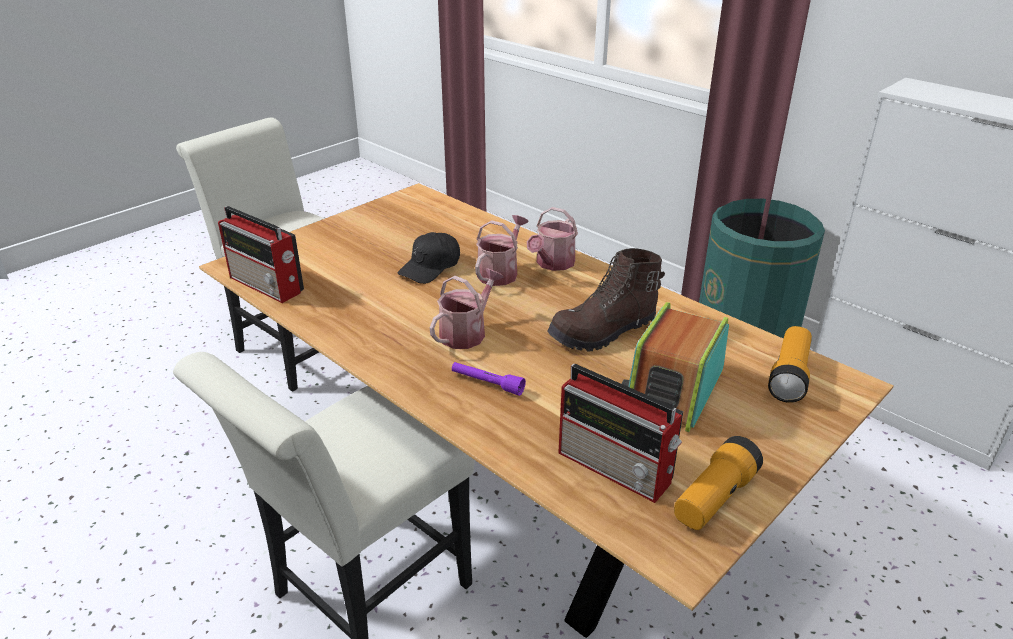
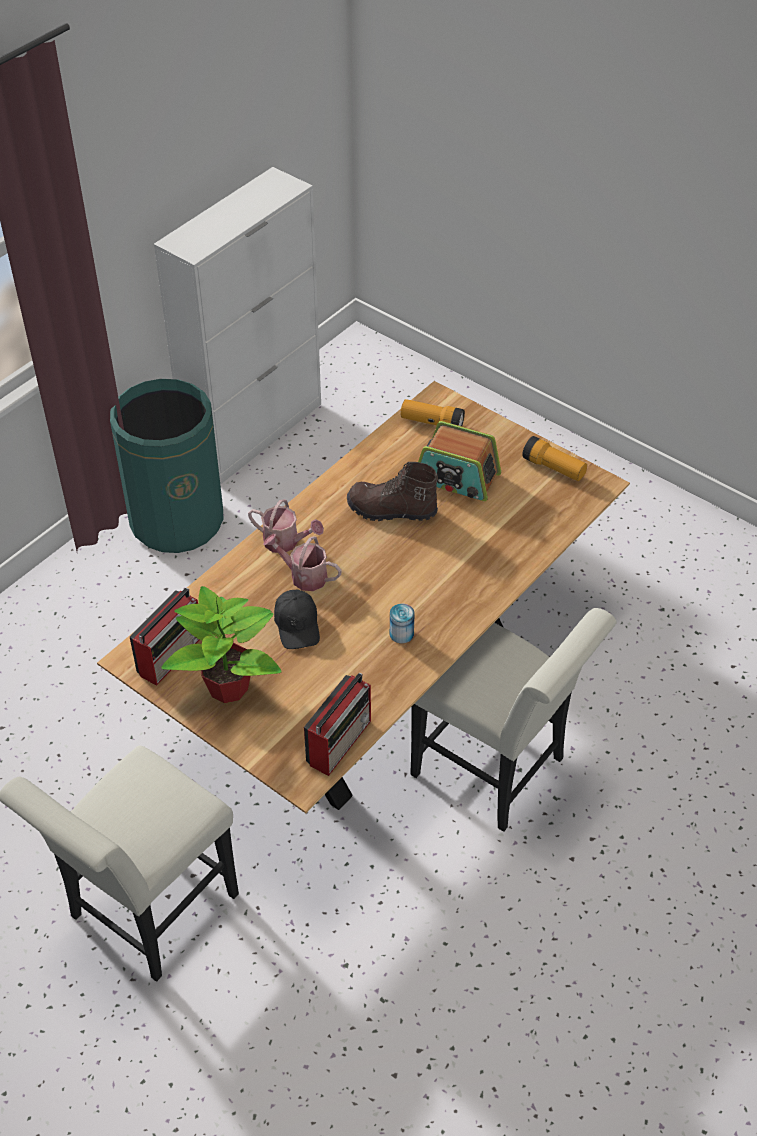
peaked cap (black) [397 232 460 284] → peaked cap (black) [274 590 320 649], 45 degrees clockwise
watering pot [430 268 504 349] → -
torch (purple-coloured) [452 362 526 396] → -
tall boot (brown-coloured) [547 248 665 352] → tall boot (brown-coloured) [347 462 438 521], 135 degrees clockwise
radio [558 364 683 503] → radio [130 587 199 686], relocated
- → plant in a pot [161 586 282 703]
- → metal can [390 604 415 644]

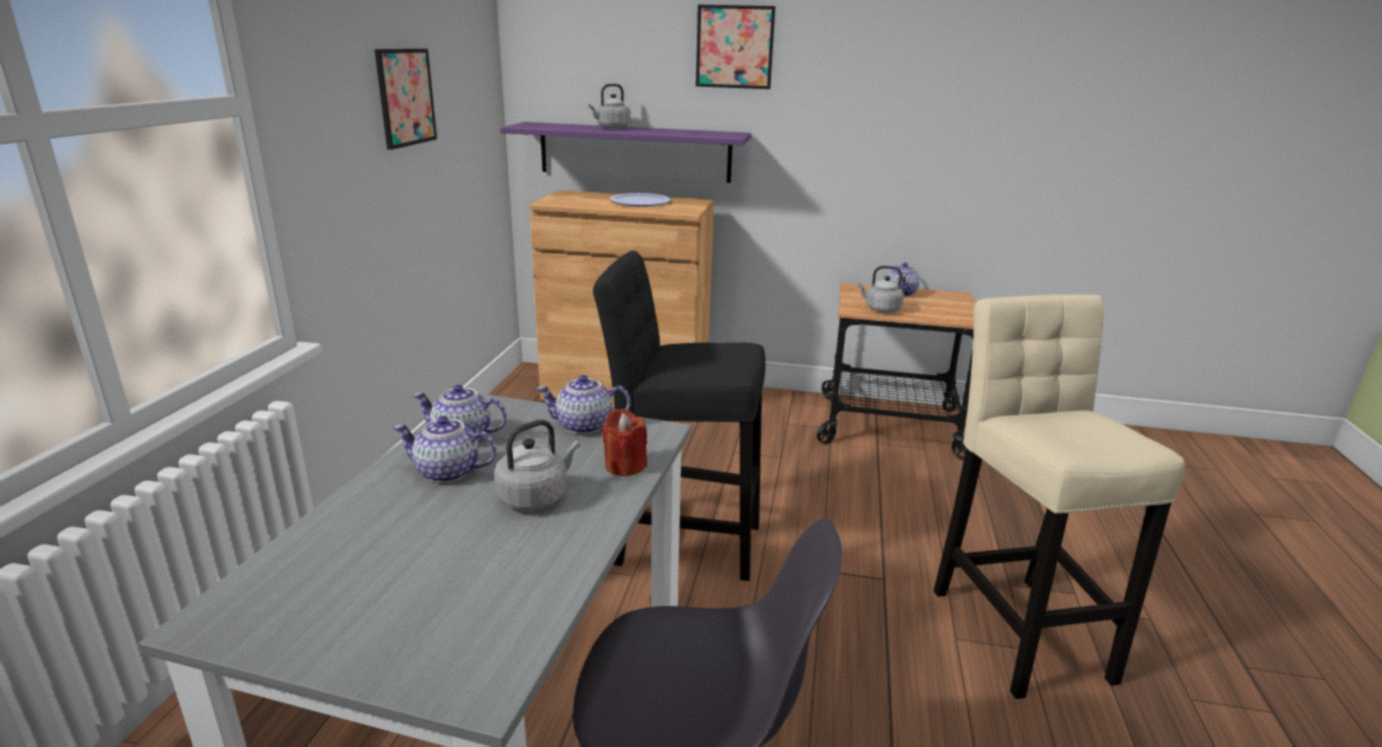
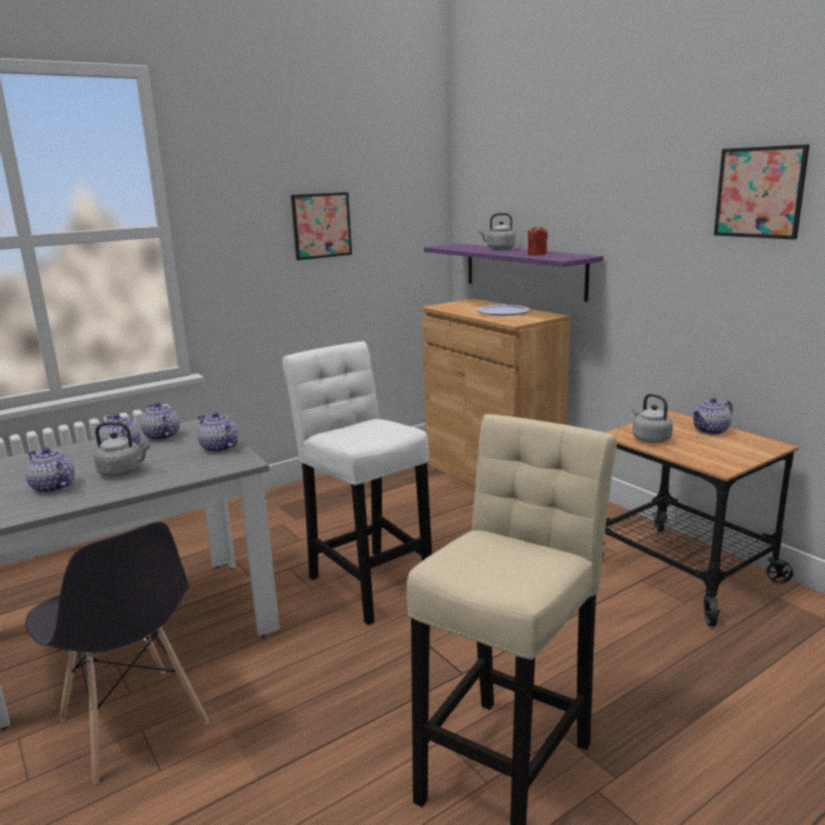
stool seat (black) [593 251 766 581] → stool seat (white) [282 341 432 625]
wax candle (reddish) [602 409 647 476] → wax candle (reddish) [528 225 548 255], relocated
wall picture [696 5 775 89] → wall picture [714 144 810 240], relocated
- → tea pot [25 447 74 494]

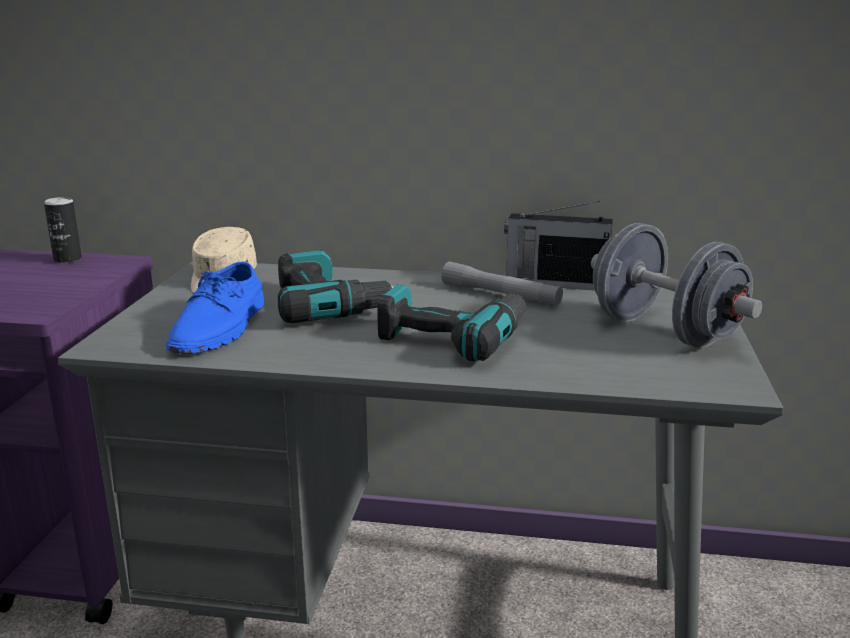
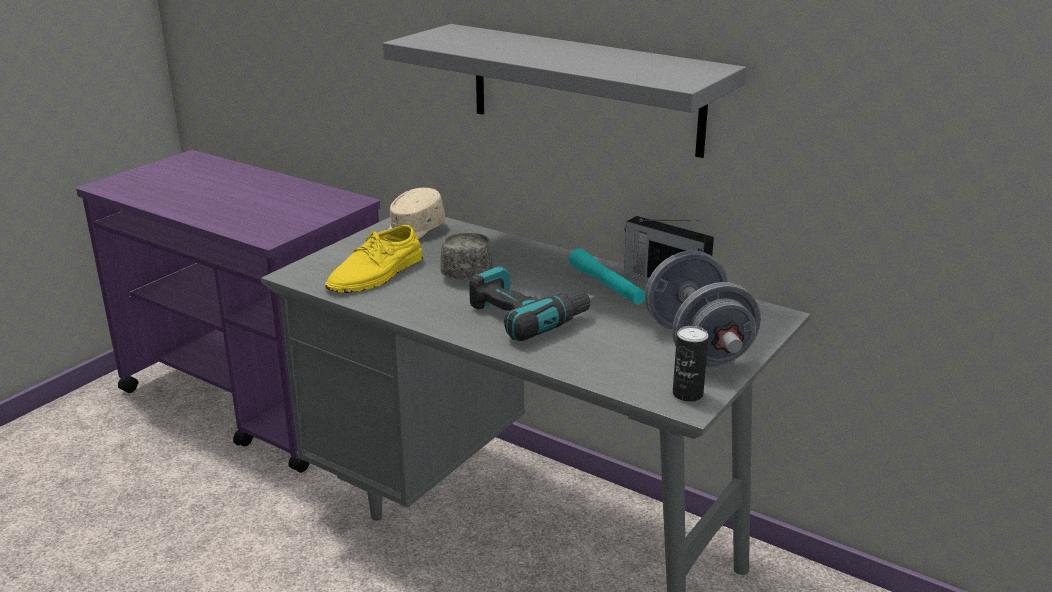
metal can [44 197 82 263] → metal can [673 326 709 402], relocated
shoe (bluish) [166 261 265 353] → shoe (yellow) [325 225 423 293]
power drill [278 250 393 323] → peaked cap (gray) [440 233 492 280]
torch (gray) [441 262 563 305] → torch (turquoise-coloured) [569 248 645 305]
- → bracket shelf (gray) [383 24 746 158]

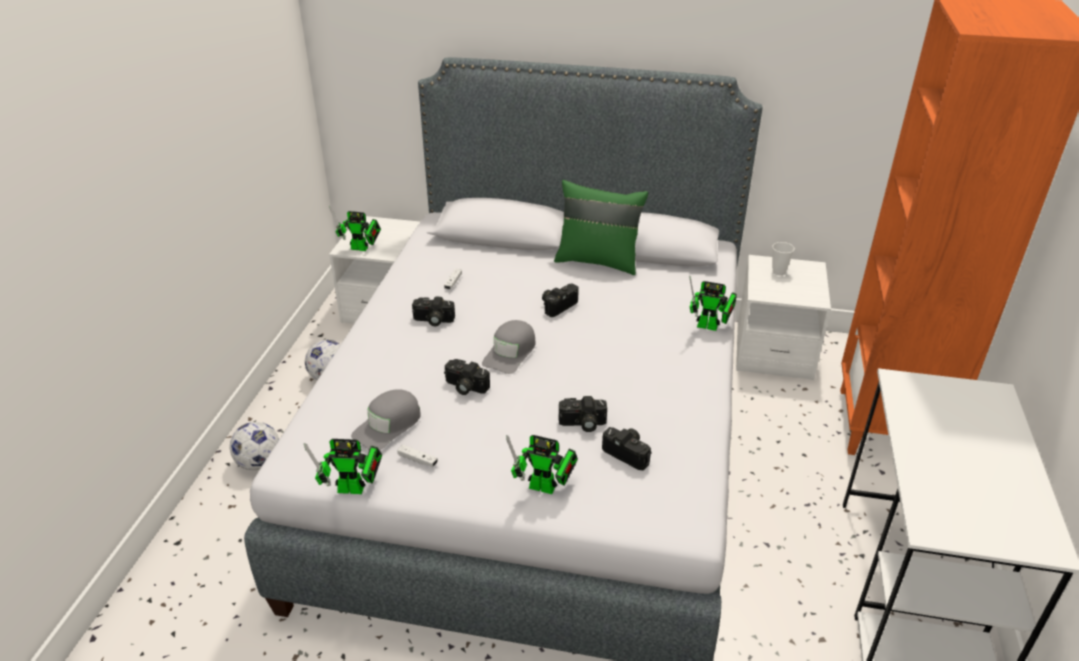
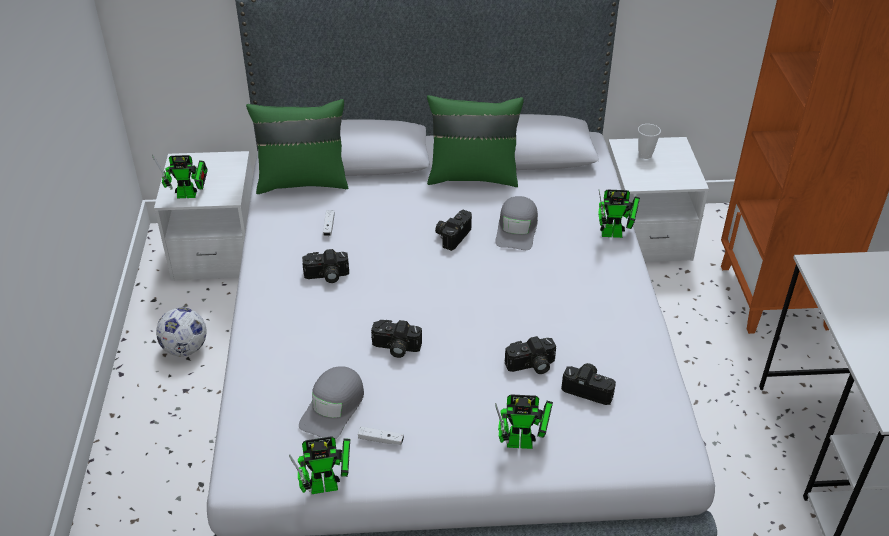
football [230 422 279 470] → -
peaked cap (gray) [482 320 536 374] → peaked cap (gray) [495 196 538 250], relocated
- → throw pillow (green) [246 99 348 194]

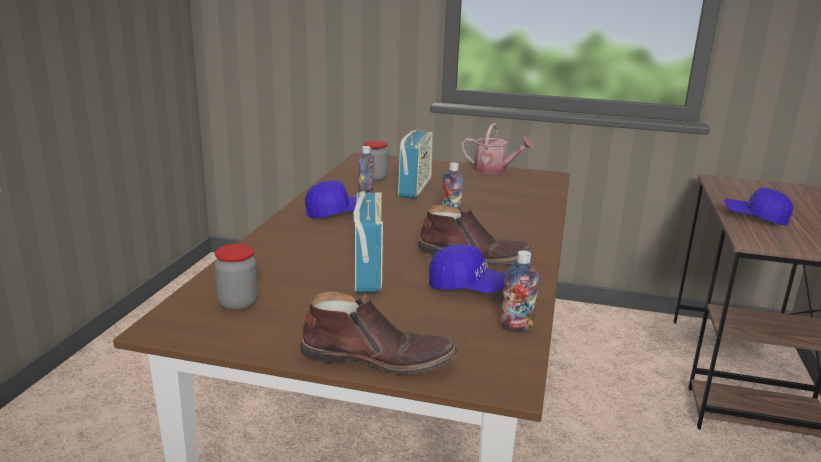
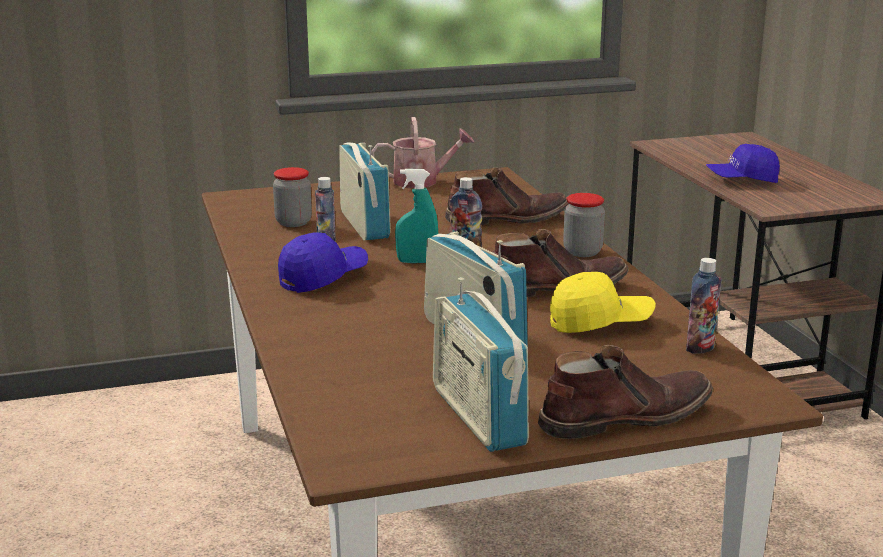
preserve jar [214 244 258 310] → preserve jar [563 193 605 257], relocated
peaked cap (bluish) [429 244 506 293] → peaked cap (yellow) [550 272 656 333]
- → hand sprayer (turquoise-coloured) [395 169 438 263]
- → radio [433 277 529 452]
- → tall boot (brown-coloured) [445 167 569 225]

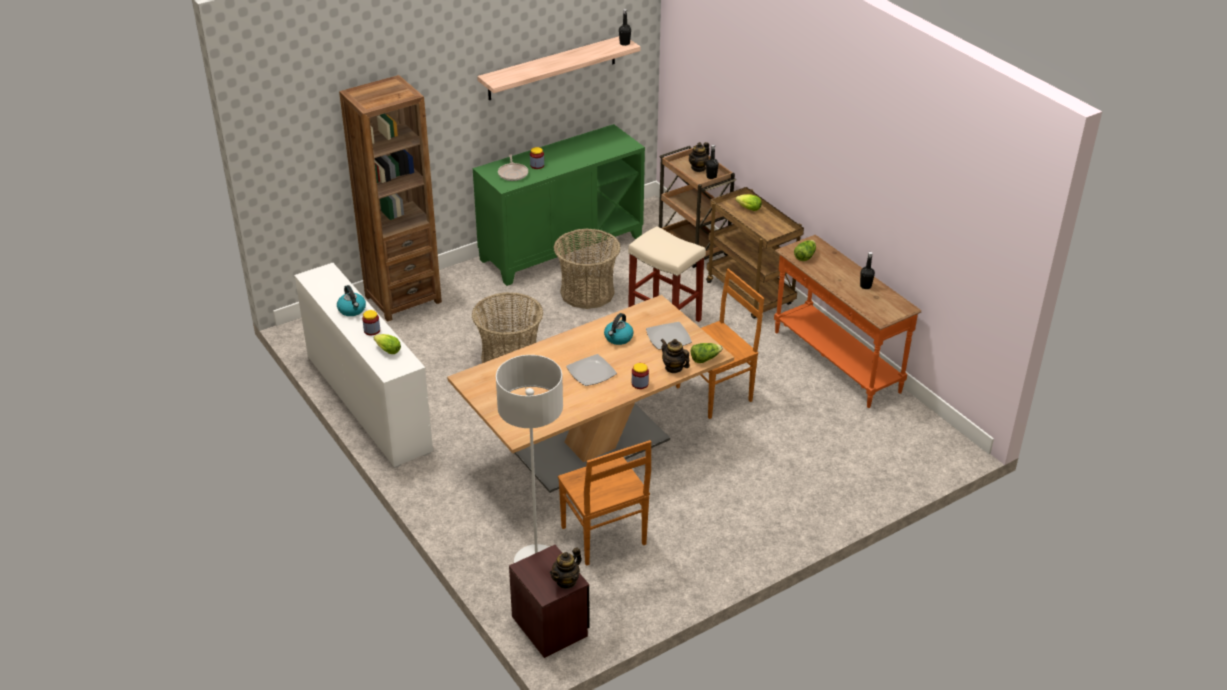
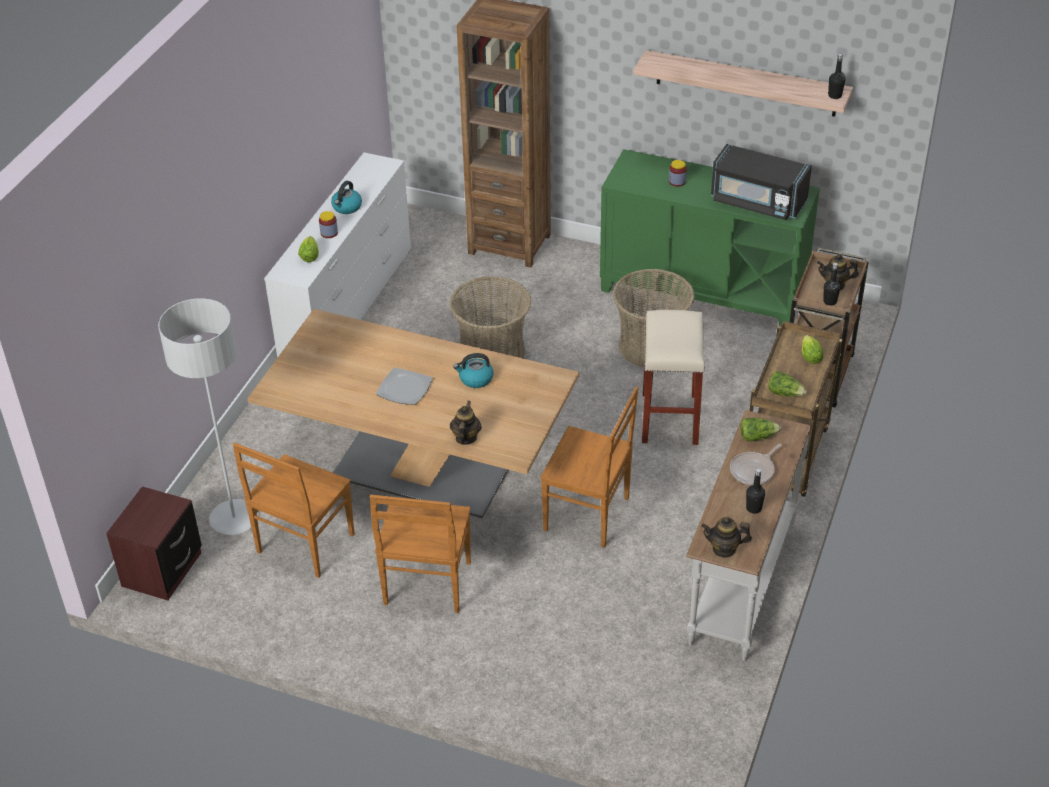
pan [498 154 528 181] → pan [730 443 782 485], relocated
tea pot [550 547 582 589] → tea pot [701 517 752 558], relocated
preserve jar [632 363 649 389] → -
flat dish [646 322 692 349] → -
head of lettuce [691 343 723 363] → head of lettuce [769 371 807 397], relocated
hall table (orange) [774 235 921 408] → hall table (white) [686 410 811 661]
- → plain chair (brown-coloured) [370 495 471 613]
- → microwave oven (black) [711 144 812 220]

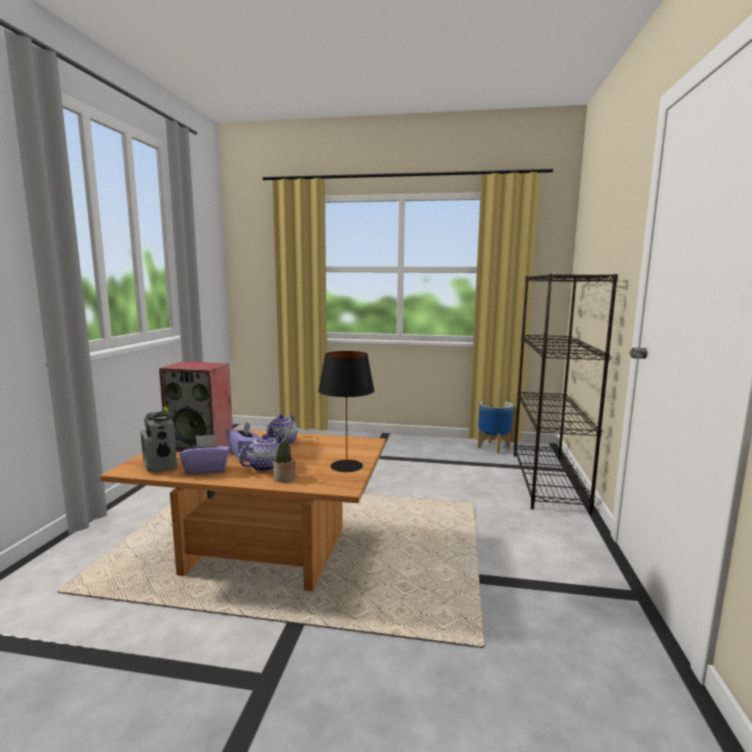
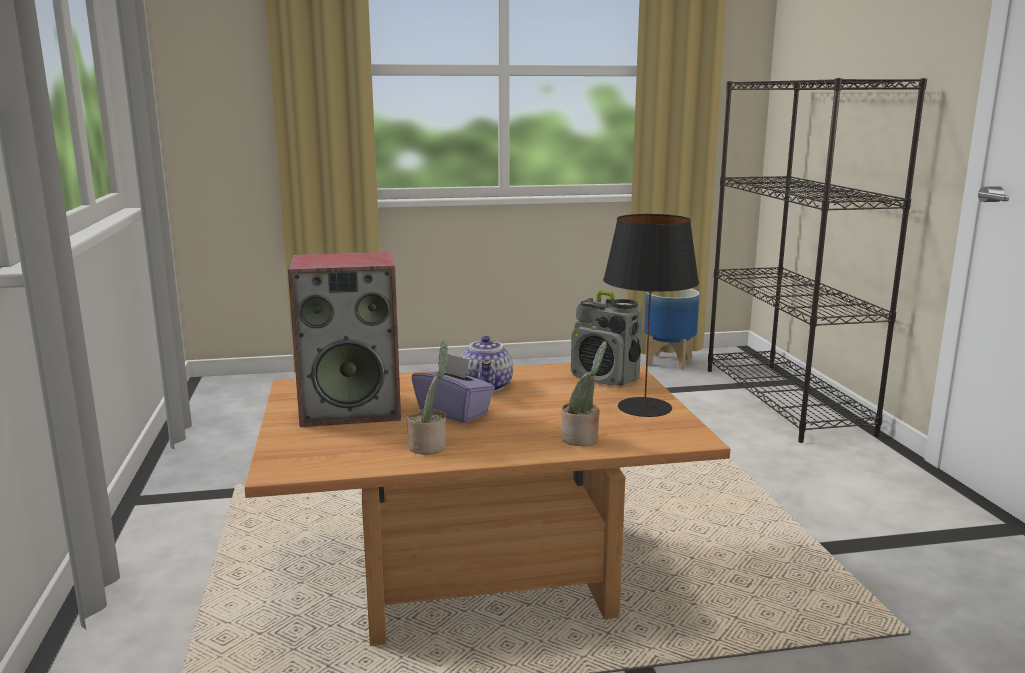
radio [140 407 177 472] → radio [571 290 642 386], relocated
tissue holder (purple-coloured) [179 435 230 475] → plant in a pot [407 341 448 455]
tea pot [238 434 289 471] → -

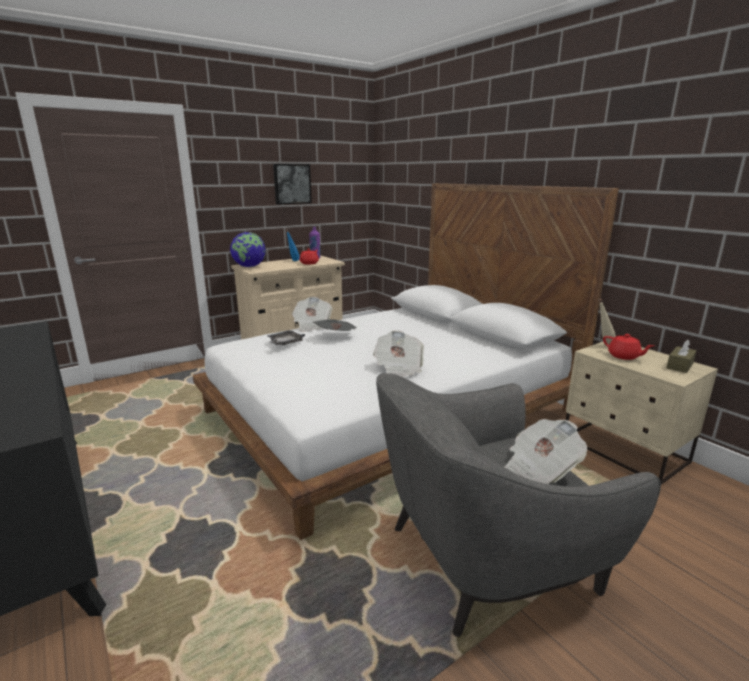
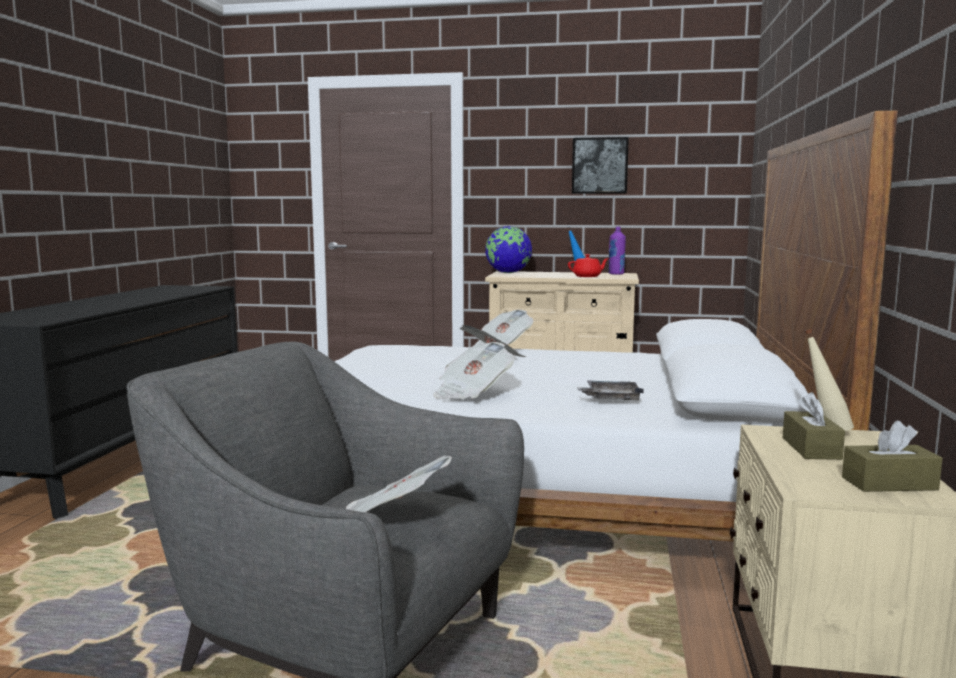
serving tray (gray) [266 330 305 346] → serving tray (gray) [577 381 644 400], relocated
tea pot (reddish) [603 334 654 360] → tissue holder (brown-coloured) [783 392 845 460]

